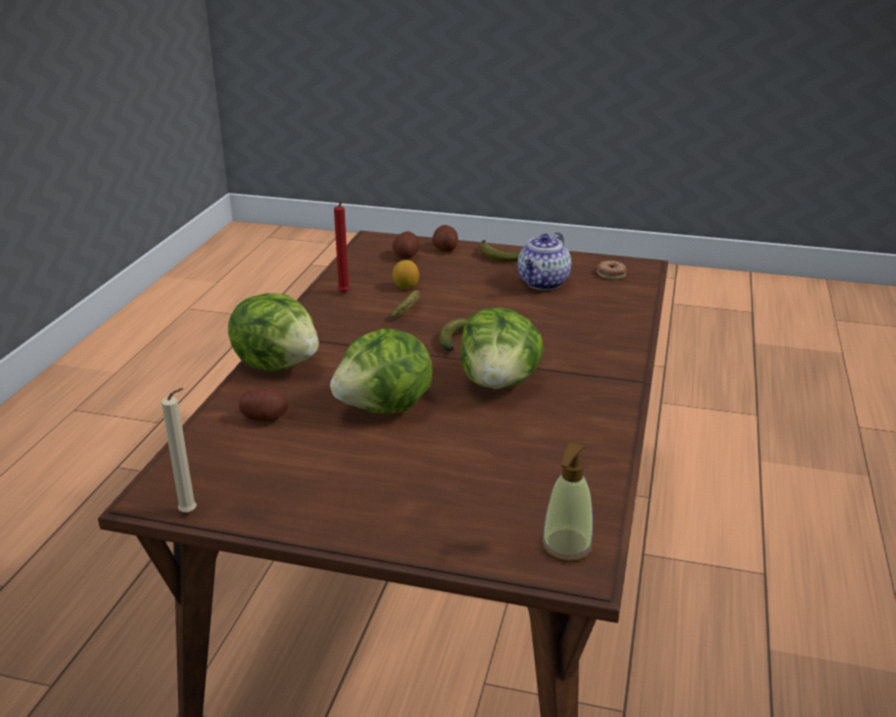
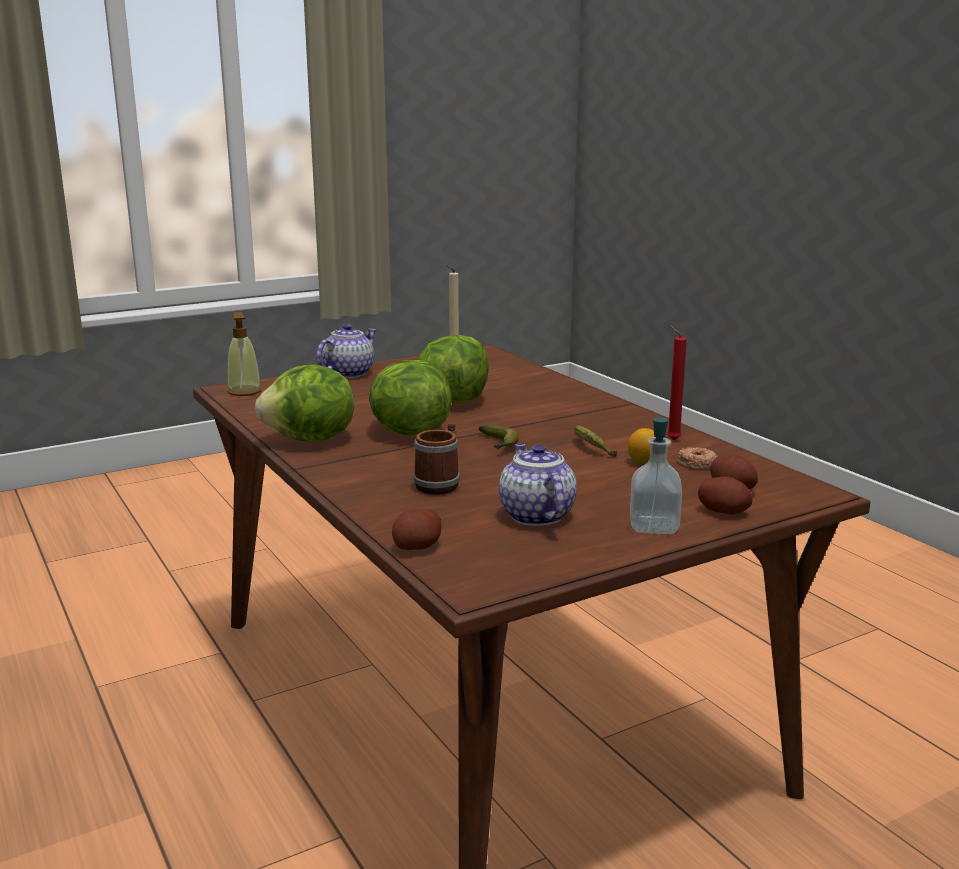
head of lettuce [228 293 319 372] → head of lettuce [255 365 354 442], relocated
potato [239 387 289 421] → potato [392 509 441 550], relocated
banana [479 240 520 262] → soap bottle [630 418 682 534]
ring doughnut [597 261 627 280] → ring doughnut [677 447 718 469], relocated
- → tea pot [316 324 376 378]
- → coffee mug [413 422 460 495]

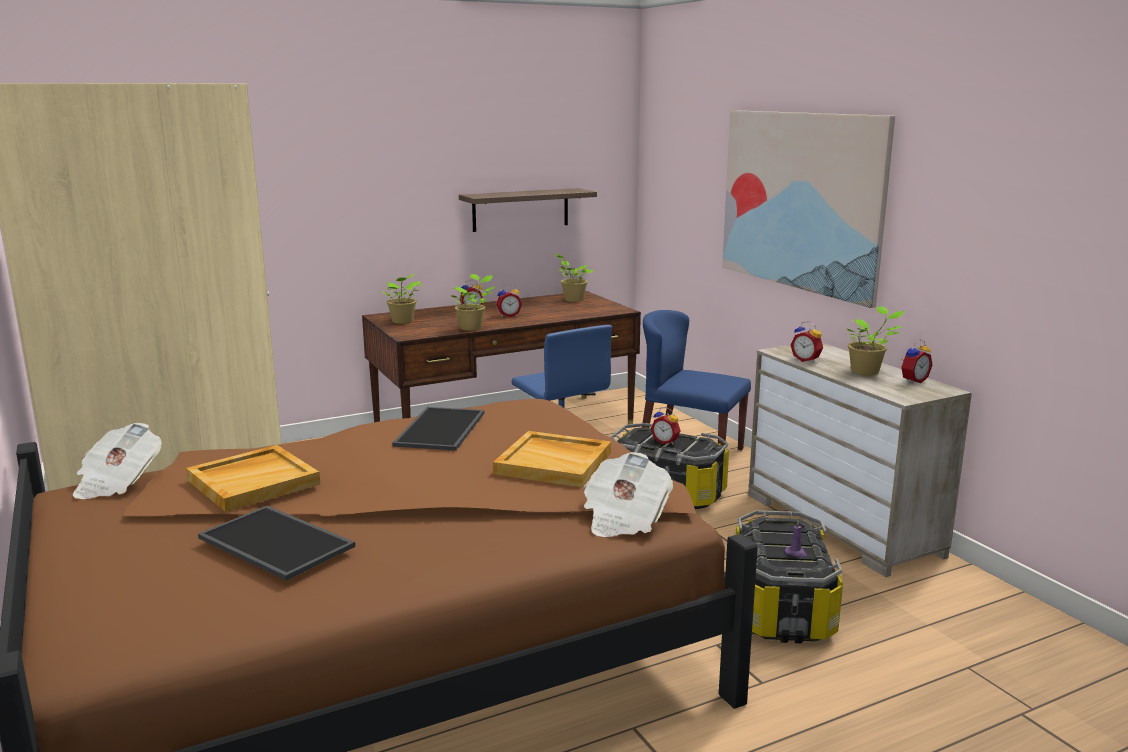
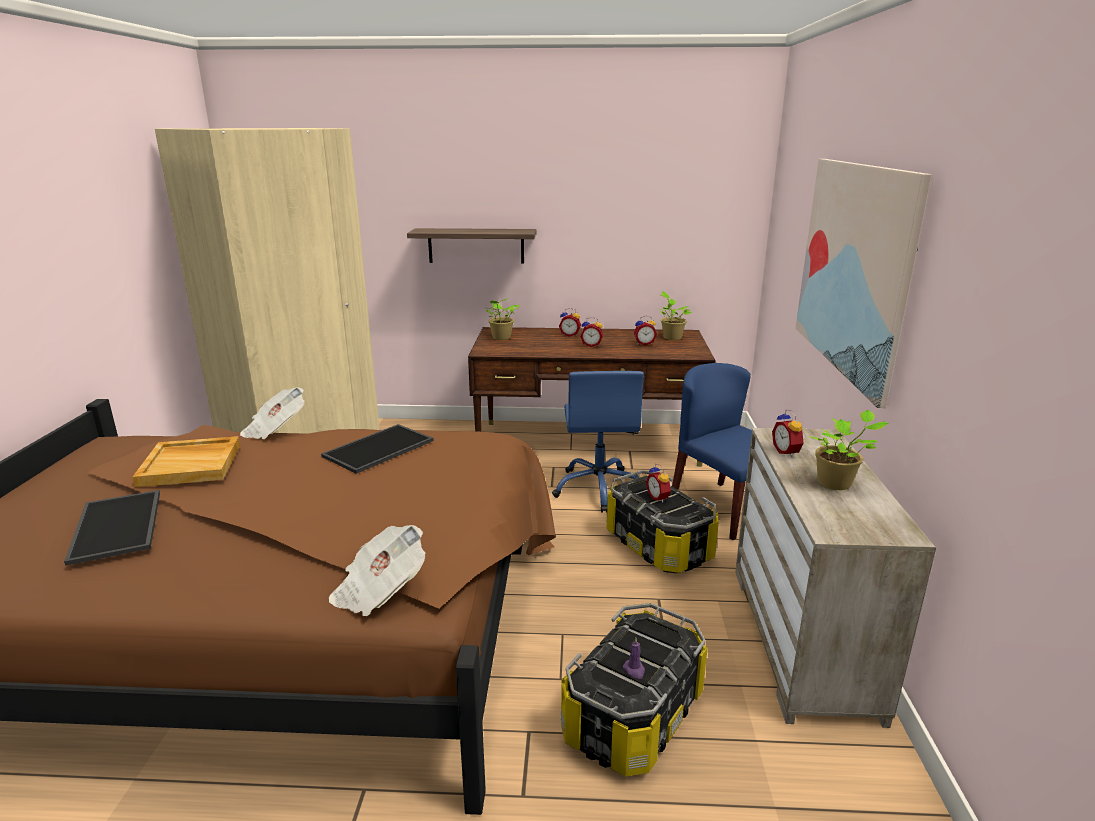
daily paper [73 423 162 499] → daily paper [240 387 305 439], relocated
plant in a pot [451 274 495 331] → -
bracket shelf [459 188 597 232] → bracket shelf [407 228 537 264], relocated
serving tray (beige) [493 431 611 487] → -
table clock [901 340 932 384] → table clock [634 316 657 346], relocated

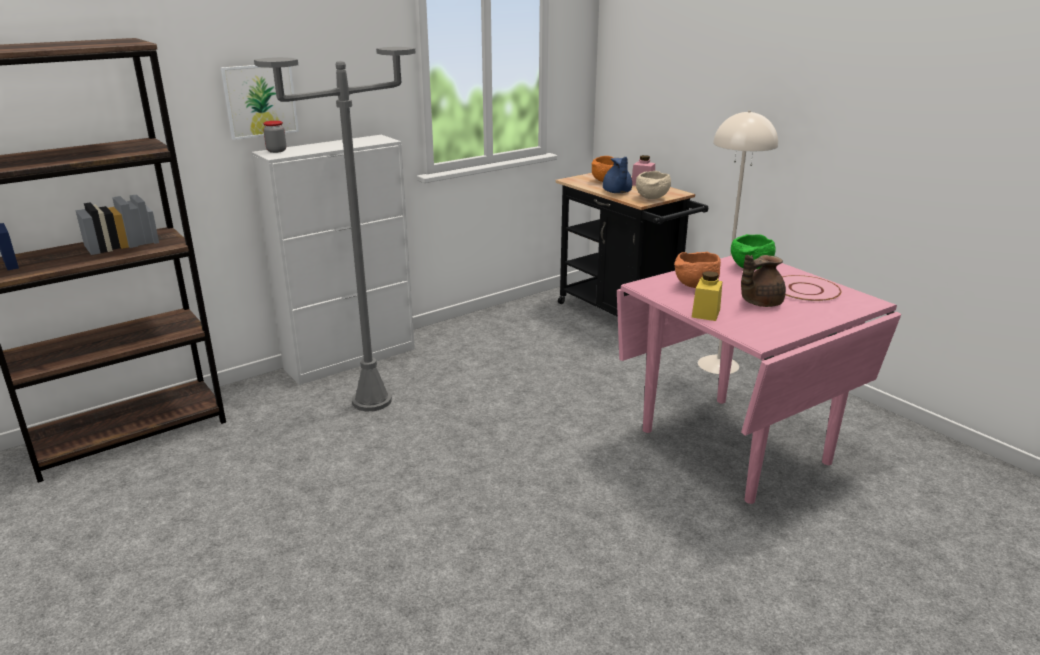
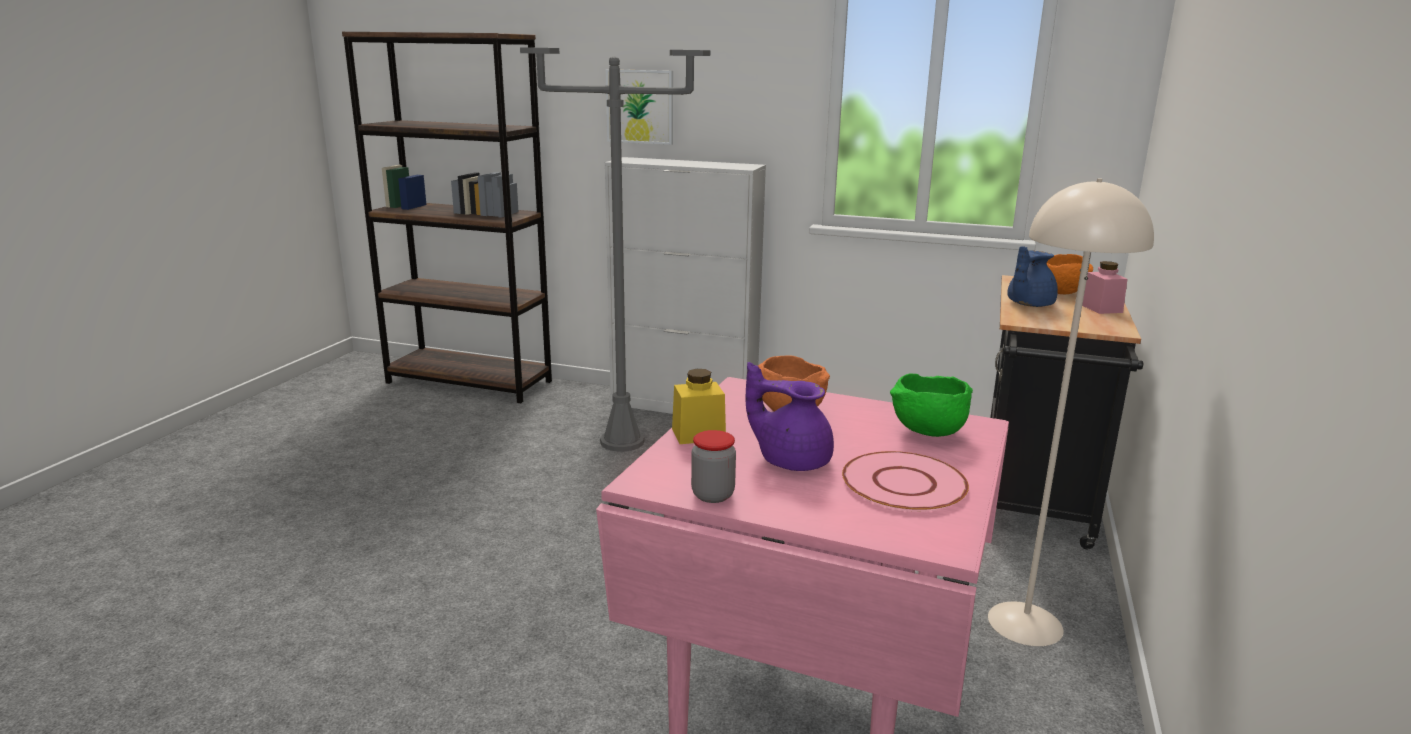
preserve jar [263 121 286 153] → preserve jar [691 430 736 503], relocated
serving bowl (beige) [636 171 671 199] → -
tea pot (brown-coloured) [741 255 786 307] → tea pot (purple-coloured) [746 362 834 471]

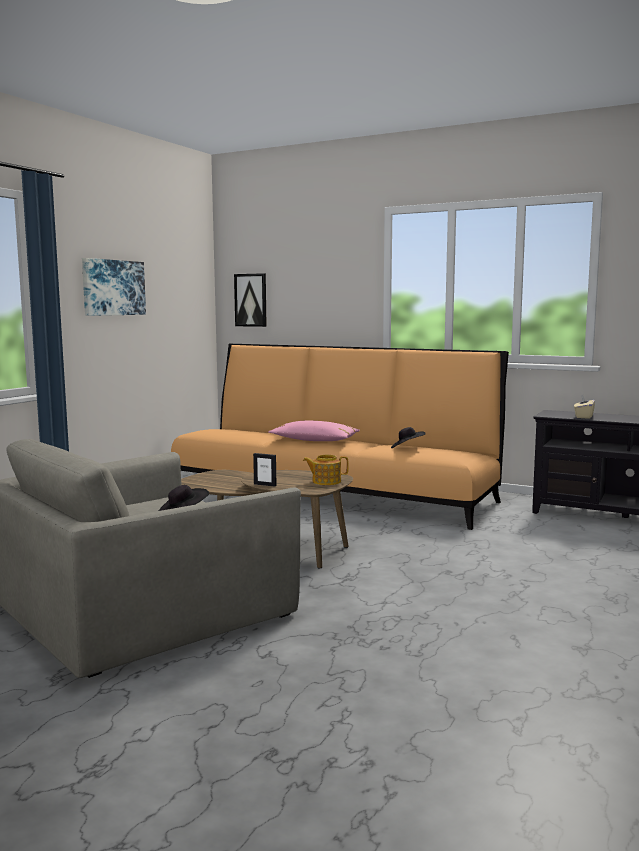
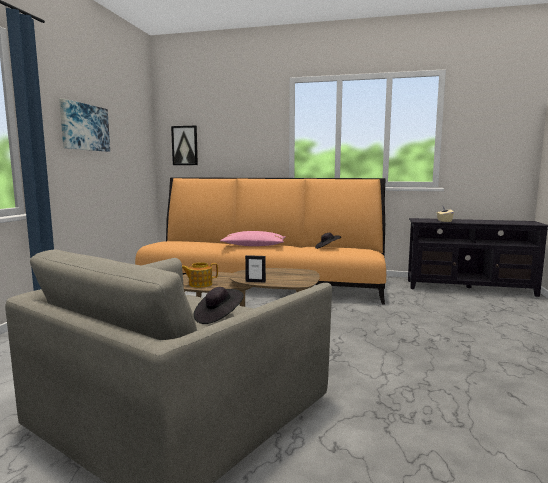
tea pot [303 455 349 485] → tea pot [182 262 218 288], relocated

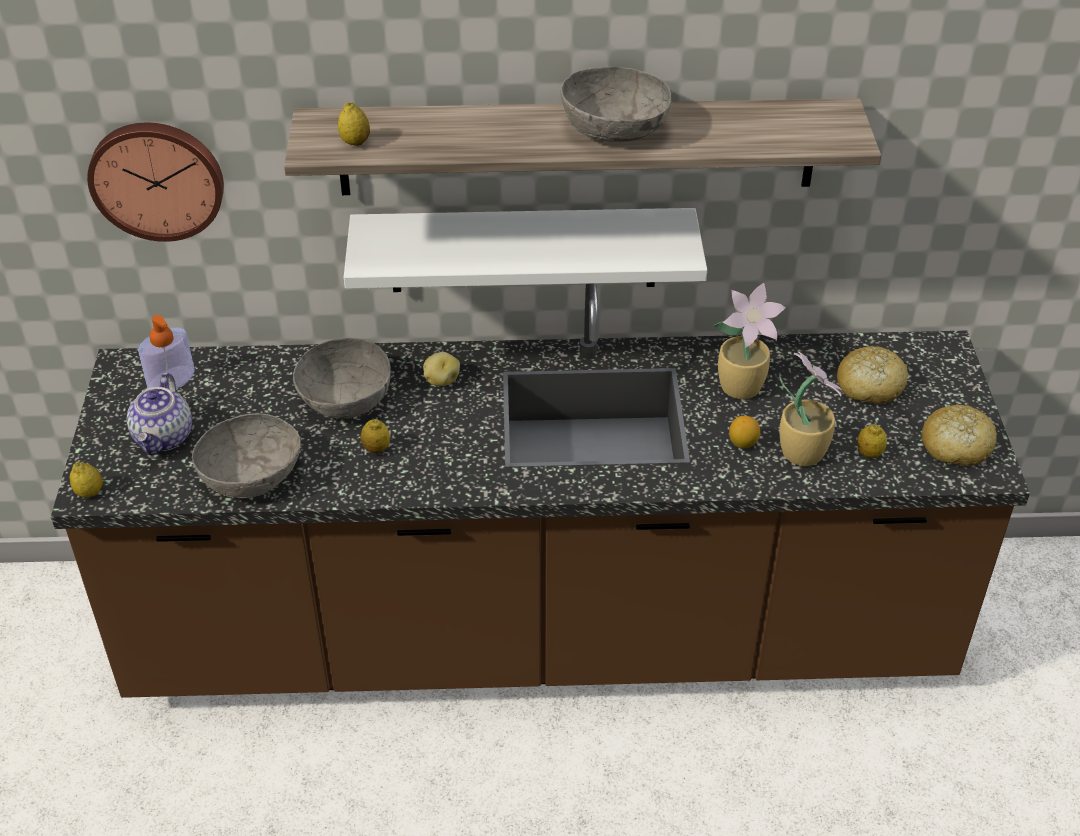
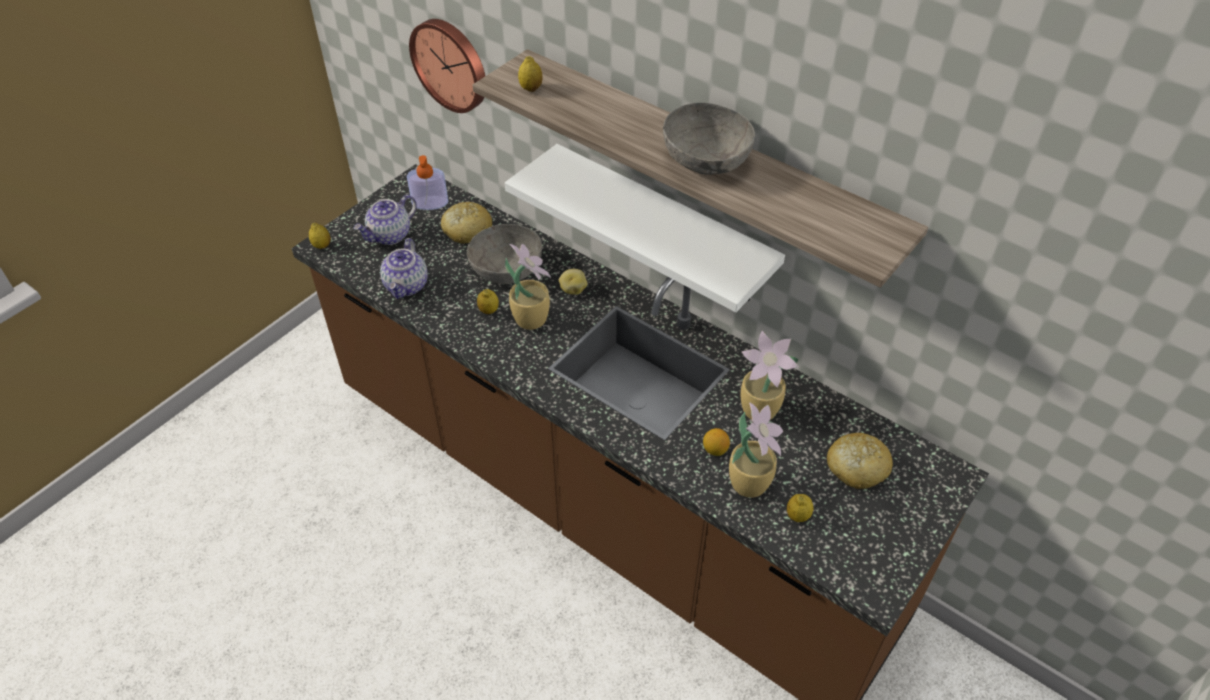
serving bowl (gray) [192 413 301 498] → tea pot [380 238 428 299]
bread [922 405 997 466] → bread [441 202 492 244], relocated
- → plant in a pot [505 243 551 330]

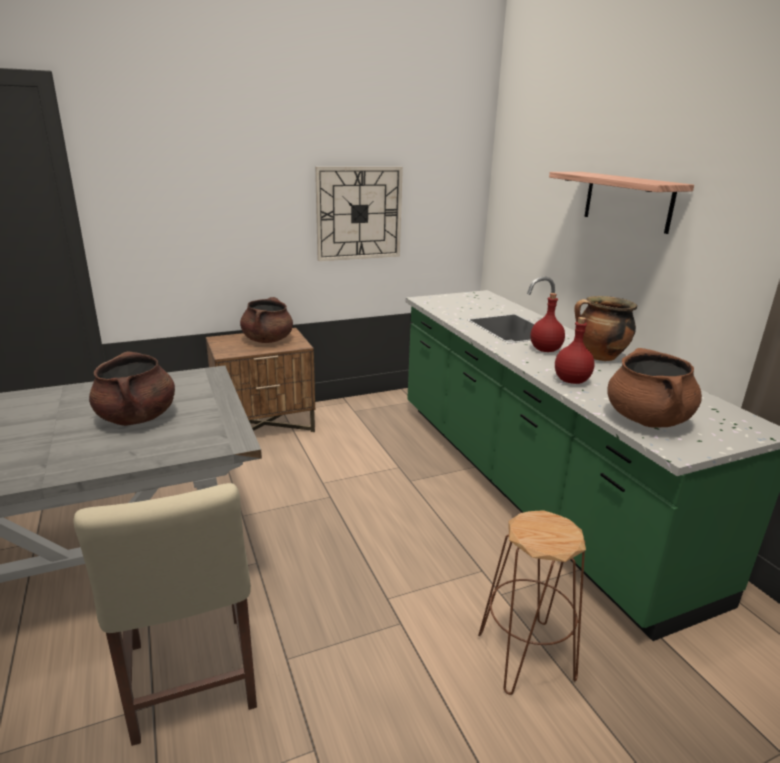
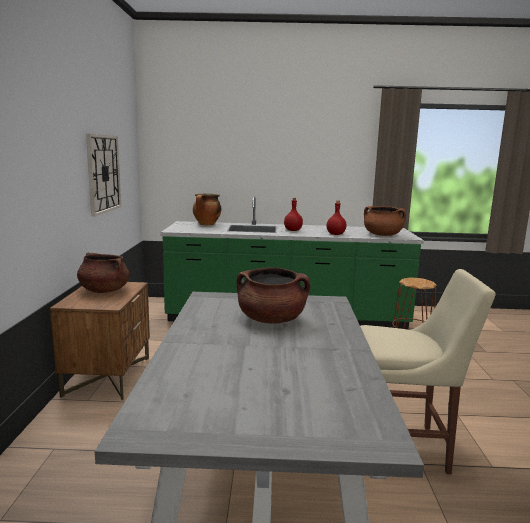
bracket shelf [549 172 694 234] → -
cooking pot [574 296 637 361] → cooking pot [193 194 221 225], relocated

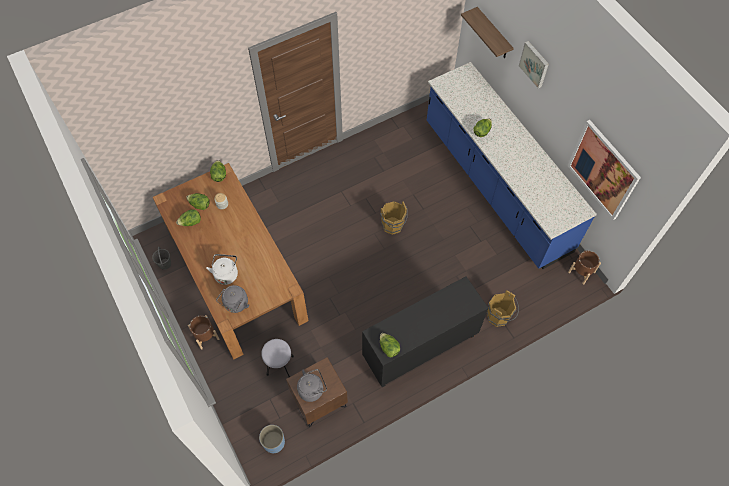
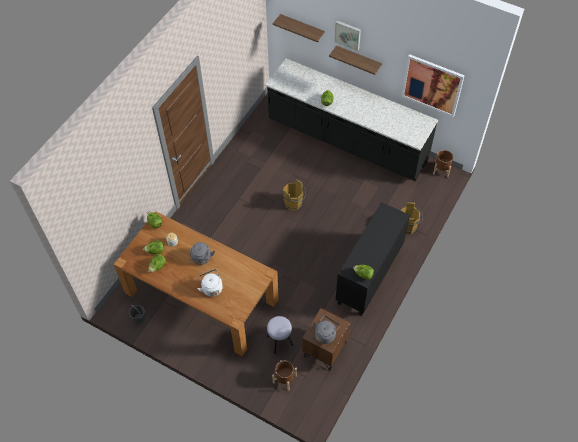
planter (brown-coloured) [188 315 219 349] → planter (brown-coloured) [272 360 297 391], relocated
tea kettle (gray) [216 285 249 313] → tea kettle (gray) [190 242 215 265], relocated
planter (bluish) [259 425 285 453] → -
counter (bluish) [427 62 597 269] → counter (black) [265 58 438 181]
- → bracket shelf [329 46 382 75]

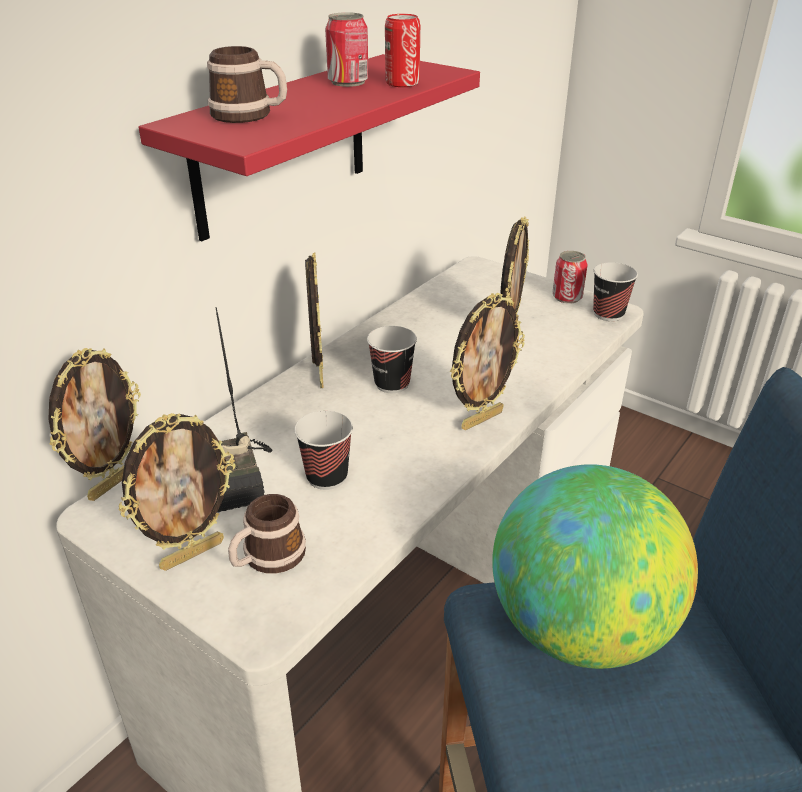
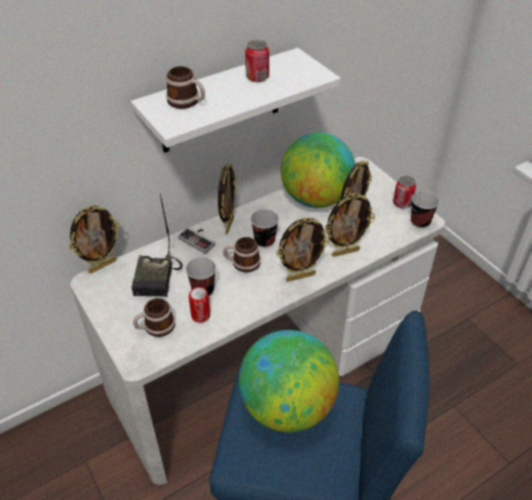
photo frame [118 413 236 571] → photo frame [325 193 375 257], relocated
bracket shelf (reddish) [138 54 480 241] → bracket shelf (white) [131 48 341 153]
metal can [385 14 420 87] → metal can [189 287 210 323], relocated
- → joypad [178 227 215 254]
- → coffee mug [223 237 261 272]
- → globe [281 132 355 208]

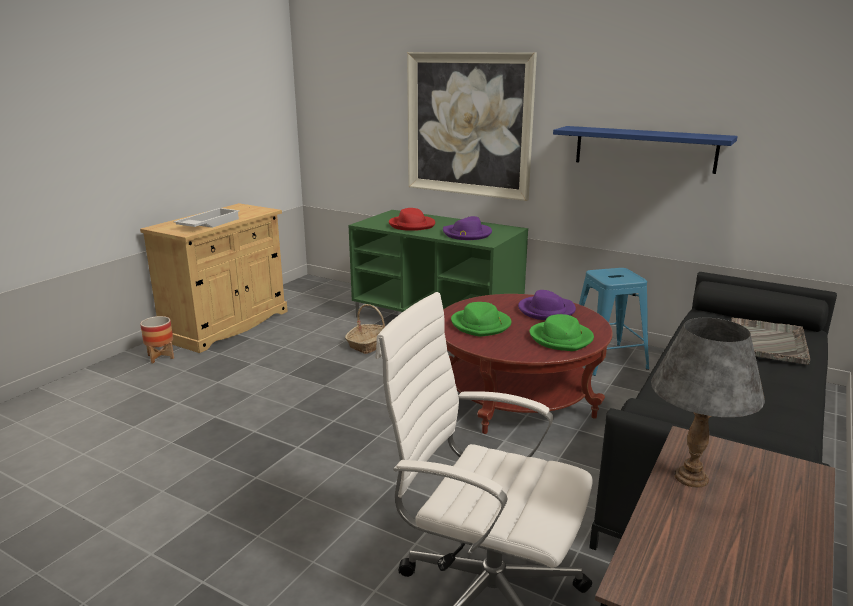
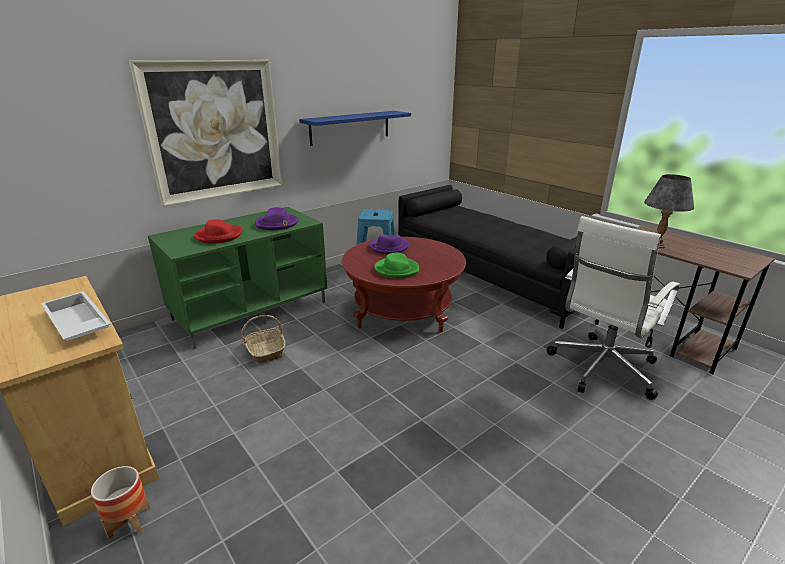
clothing hat (green) [530 314 594 351] → -
serving tray (gray) [731 317 810 365] → -

